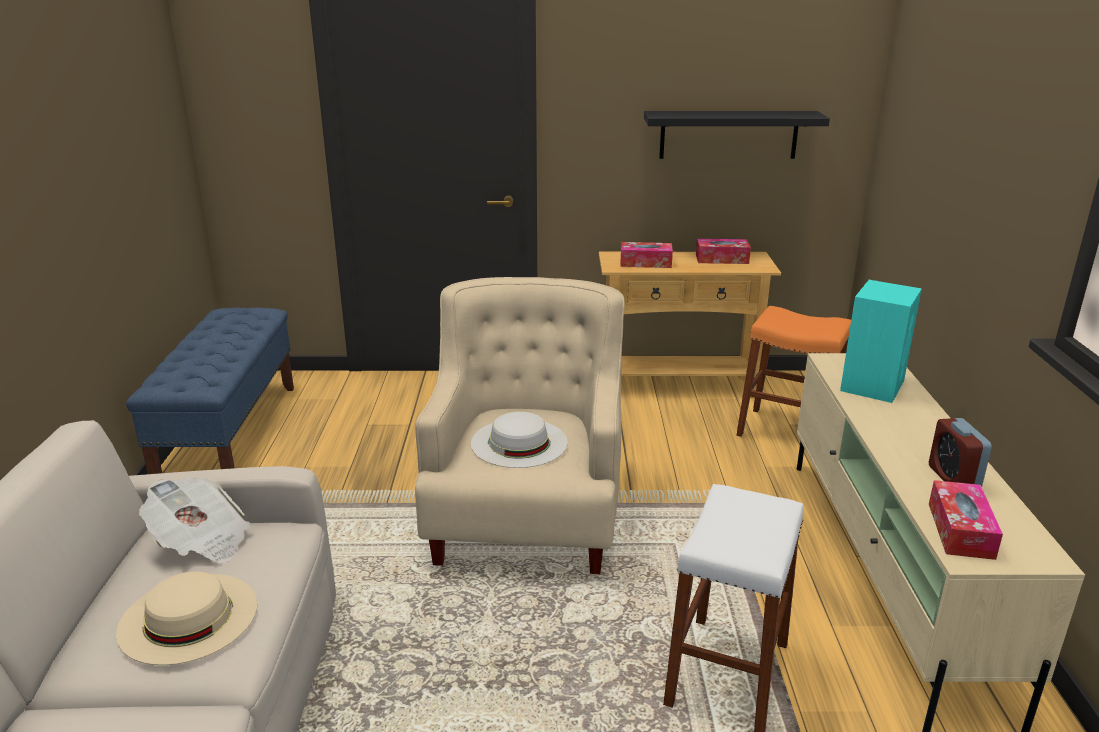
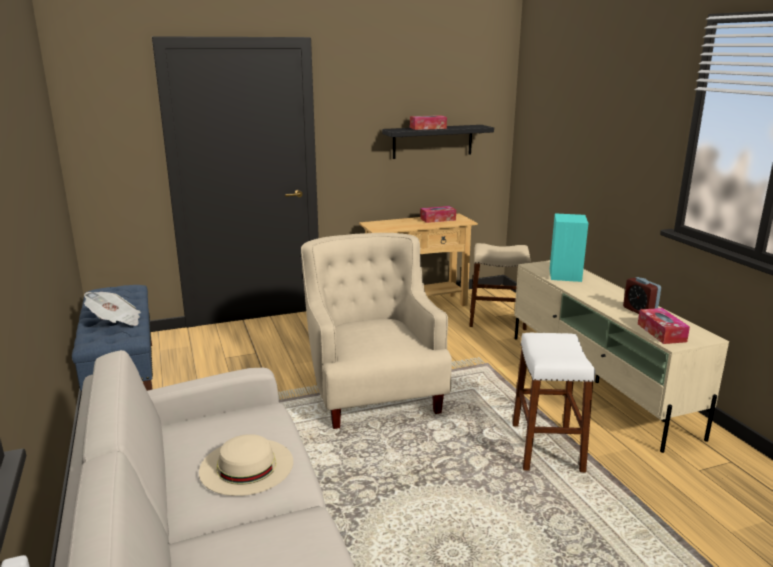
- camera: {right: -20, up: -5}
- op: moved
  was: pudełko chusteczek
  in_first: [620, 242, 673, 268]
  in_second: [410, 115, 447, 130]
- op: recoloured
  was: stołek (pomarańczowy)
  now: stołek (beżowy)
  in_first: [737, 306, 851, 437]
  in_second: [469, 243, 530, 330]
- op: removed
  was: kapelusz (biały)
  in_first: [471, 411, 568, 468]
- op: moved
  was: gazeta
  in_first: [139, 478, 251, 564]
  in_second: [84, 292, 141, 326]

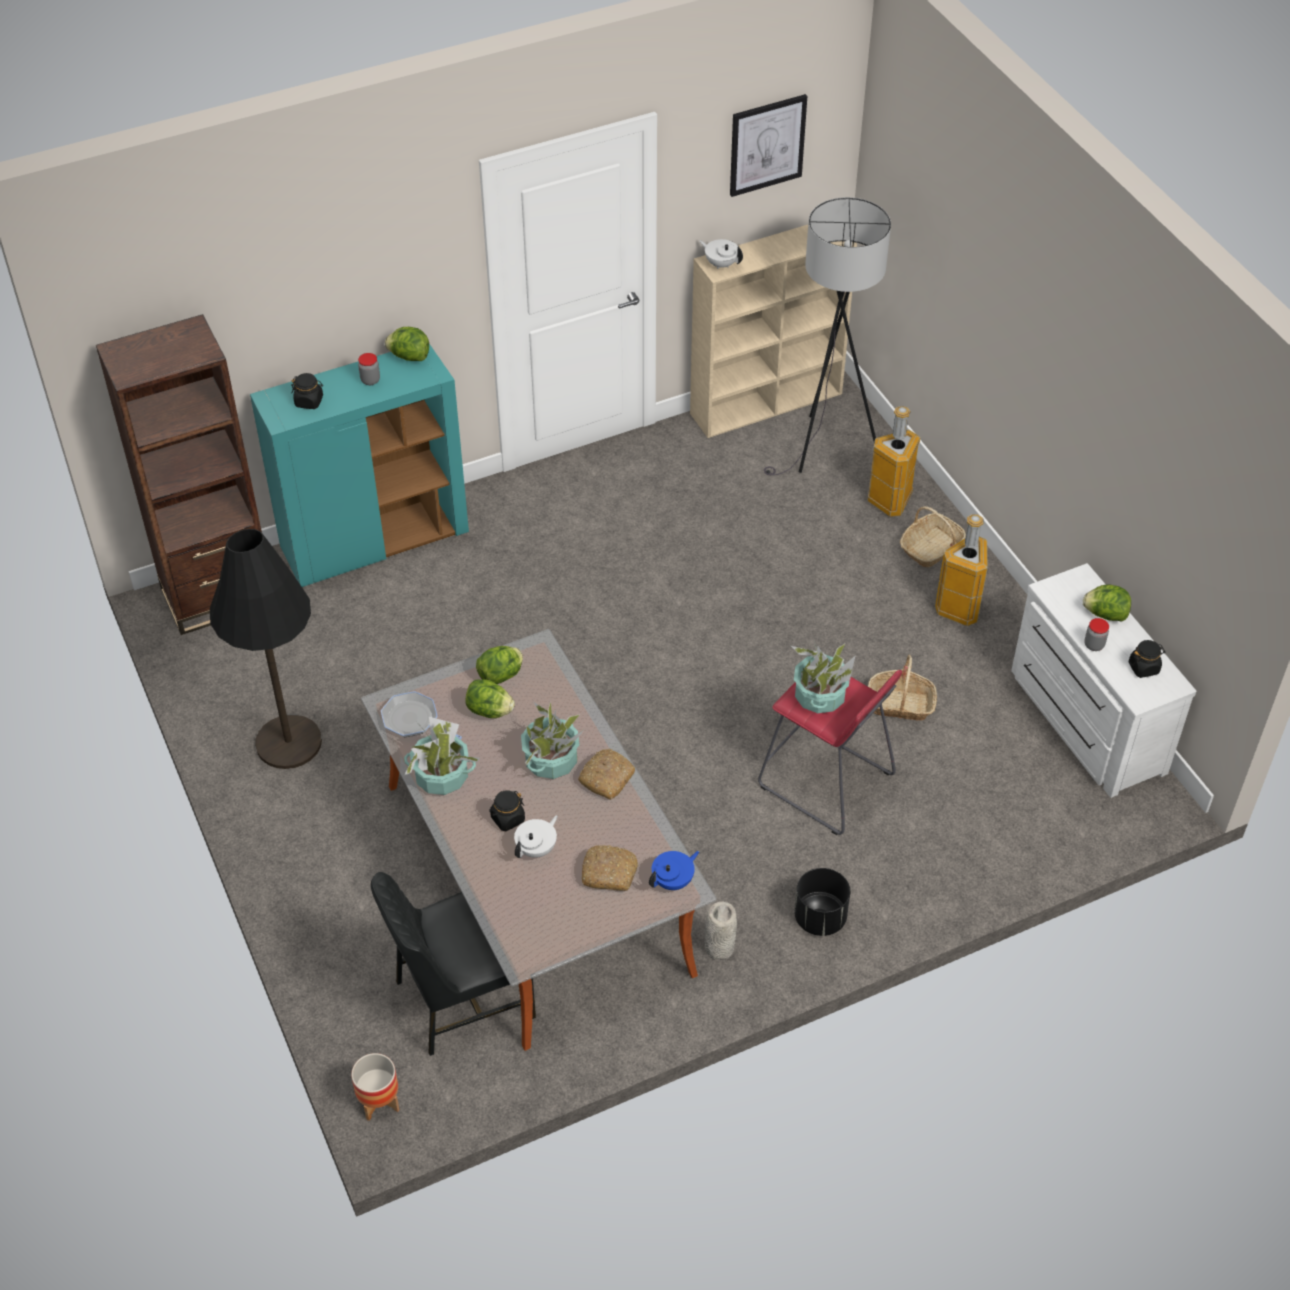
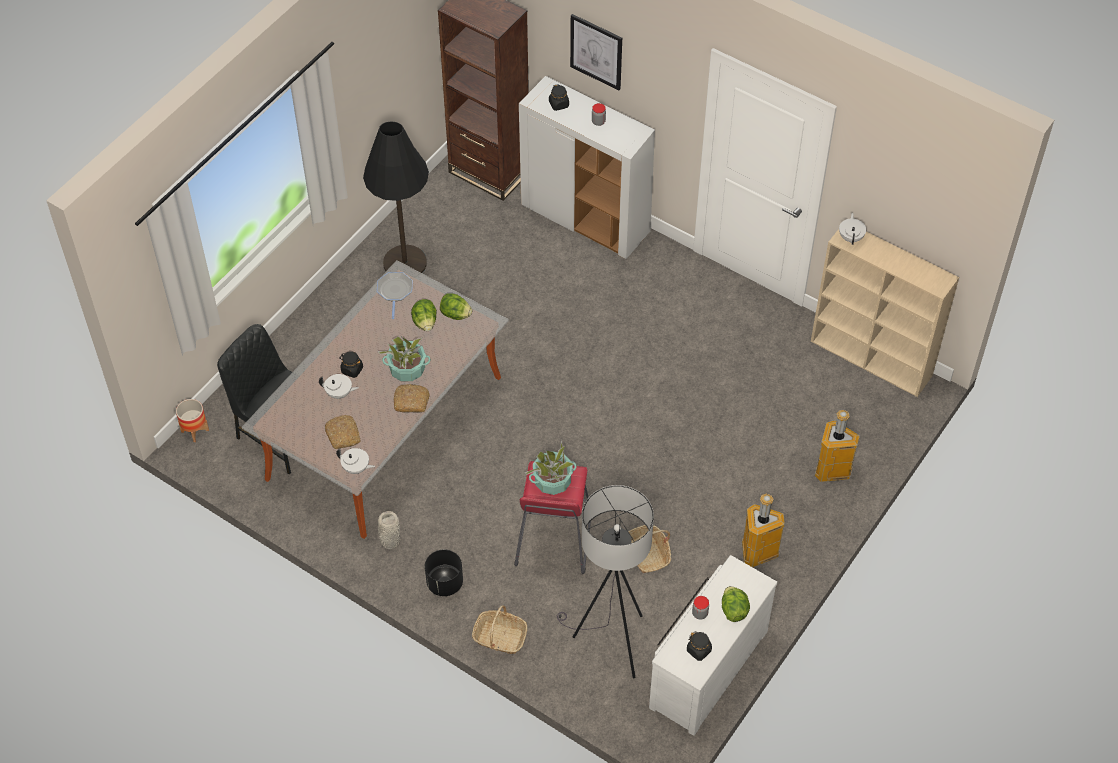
- camera: {right: 60, up: 5}
- op: moved
  was: obraz
  in_first: [730, 94, 807, 197]
  in_second: [570, 14, 622, 90]
- op: moved
  was: lampa stojąca (szary)
  in_first: [764, 197, 891, 475]
  in_second: [557, 485, 654, 678]
- op: removed
  was: sałata
  in_first: [385, 327, 429, 361]
- op: recoloured
  was: szafka (turkusowy)
  now: szafka (biały)
  in_first: [250, 344, 469, 587]
  in_second: [519, 76, 655, 259]
- op: moved
  was: koszyk
  in_first: [900, 506, 966, 567]
  in_second: [472, 605, 527, 654]
- op: removed
  was: roślina doniczkowa
  in_first: [404, 717, 479, 795]
- op: recoloured
  was: imbryk (niebieski)
  now: imbryk (biały)
  in_first: [649, 851, 699, 890]
  in_second: [336, 448, 375, 474]

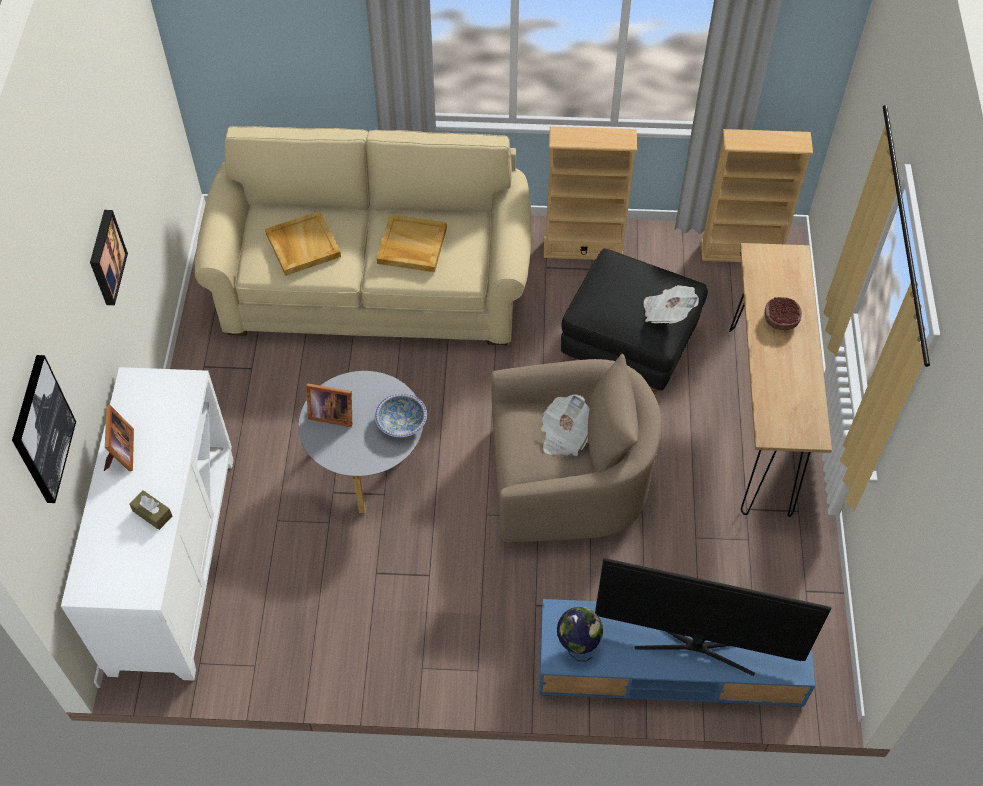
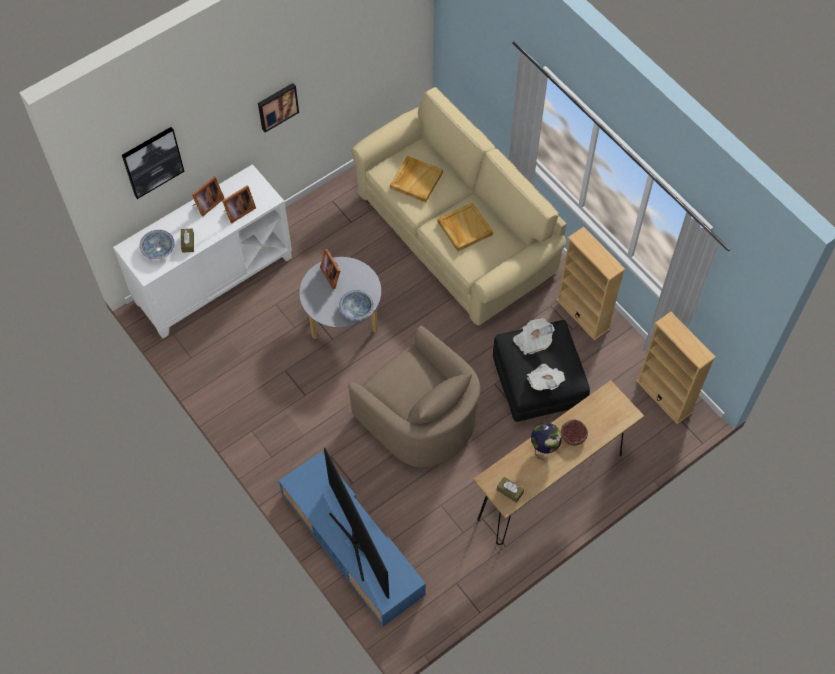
- camera: {right: 50, up: 5}
- op: moved
  was: gazeta
  in_first: [541, 394, 590, 456]
  in_second: [513, 318, 555, 355]
- op: moved
  was: globus
  in_first: [557, 607, 603, 662]
  in_second: [531, 423, 562, 460]
- op: added
  now: ramka na zdjęcie
  in_second: [222, 185, 256, 224]
- op: added
  now: miska
  in_second: [139, 230, 175, 260]
- op: added
  now: pudełko chusteczek (brązowy)
  in_second: [497, 477, 524, 503]

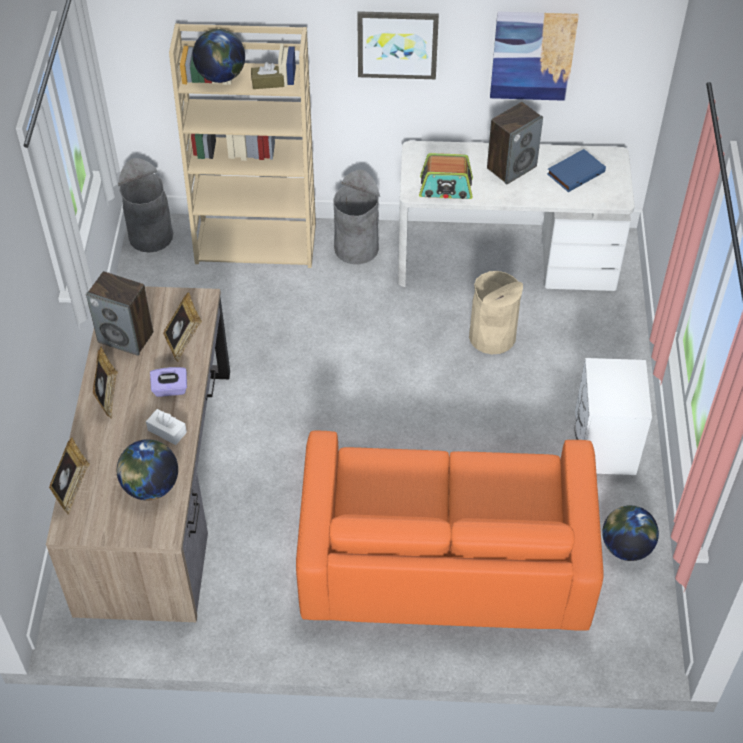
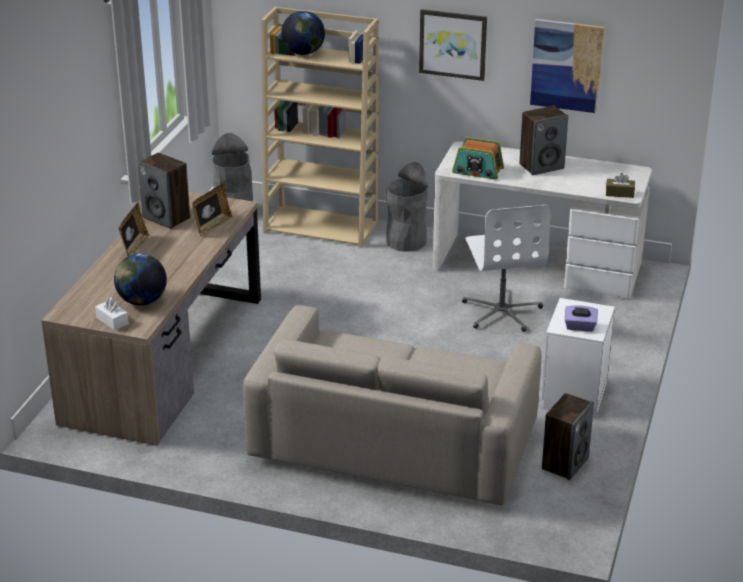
- camera: {right: 15, up: -20}
- op: moved
  was: pudełko chusteczek (brązowy)
  in_first: [251, 62, 284, 89]
  in_second: [606, 173, 635, 198]
- op: removed
  was: książka (niebieski)
  in_first: [547, 149, 606, 192]
- op: replaced
  was: kosz na śmieci (beżowy)
  now: krzesło biurowe (biały)
  in_first: [469, 271, 523, 354]
  in_second: [462, 205, 550, 332]
- op: moved
  was: pudełko chusteczek (fioletowy)
  in_first: [150, 367, 187, 397]
  in_second: [565, 305, 598, 332]
- op: moved
  was: pudełko chusteczek (biały)
  in_first: [146, 409, 187, 445]
  in_second: [95, 297, 129, 330]
- op: recoloured
  was: kanapa (pomarańczowy)
  now: kanapa (beżowy)
  in_first: [296, 431, 603, 631]
  in_second: [243, 305, 541, 506]
- op: removed
  was: ramka na zdjęcie
  in_first: [49, 438, 90, 515]
- op: replaced
  was: globus
  now: głośnik
  in_first: [602, 505, 659, 561]
  in_second: [542, 393, 594, 480]

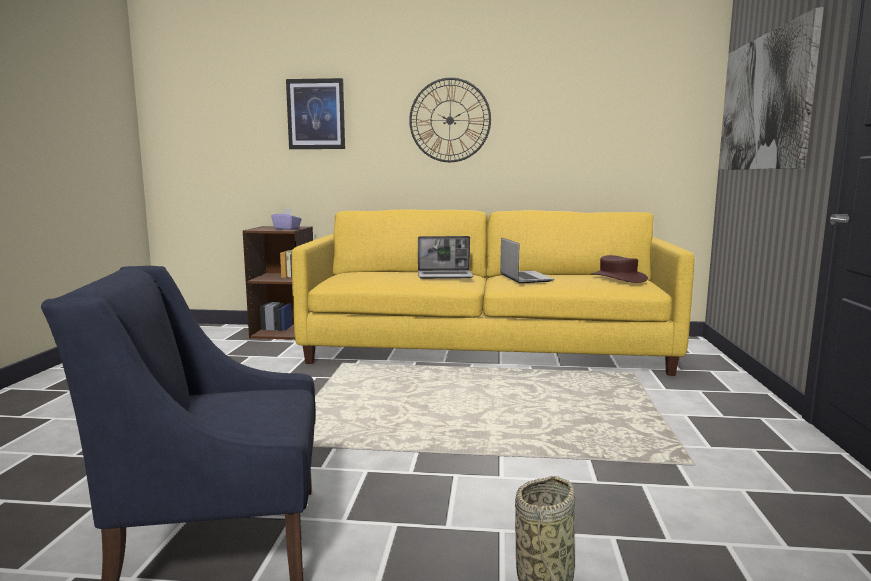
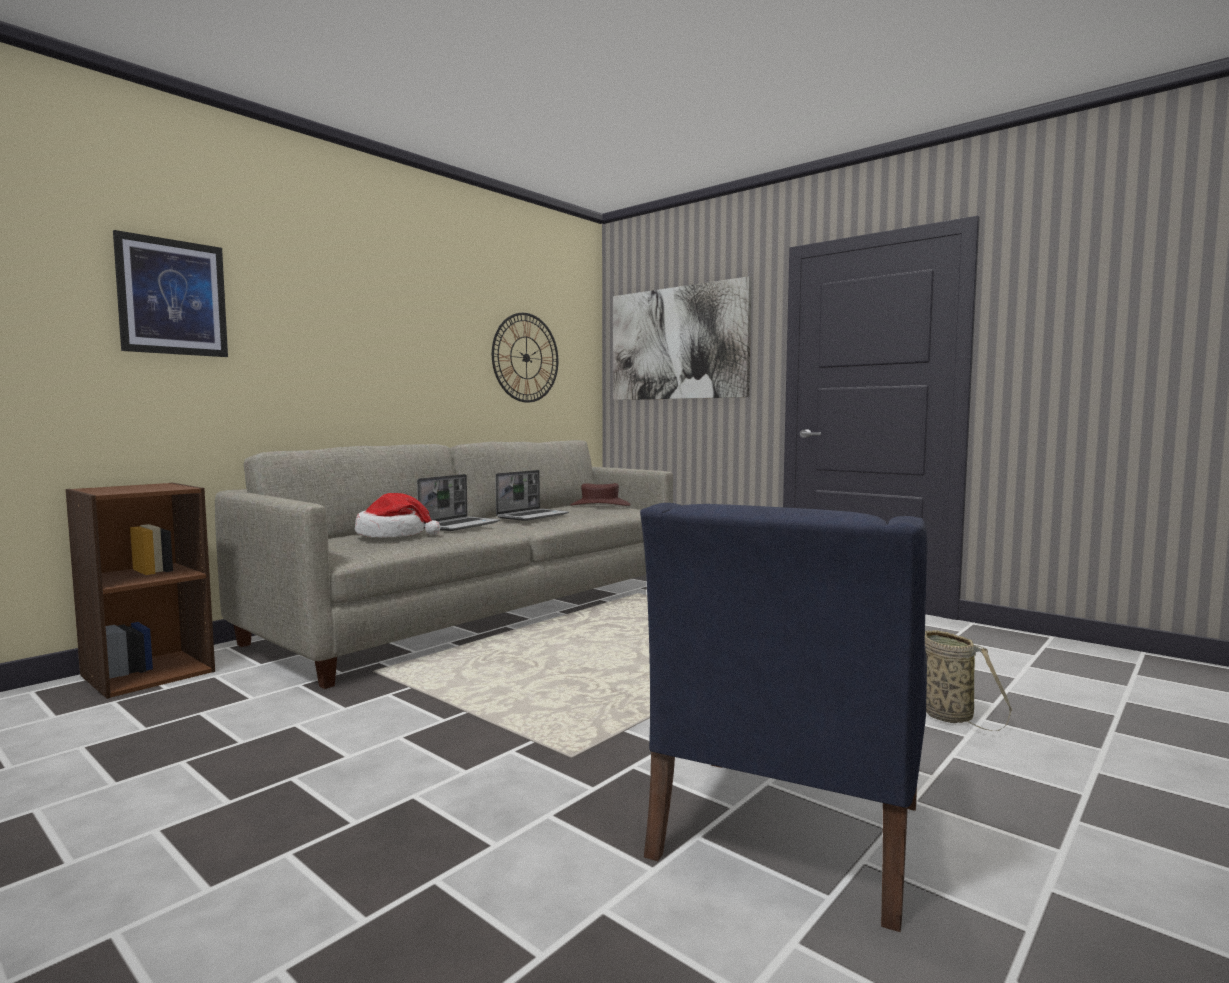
- camera: {right: -55, up: -5}
- op: moved
  was: zegar ścienny
  in_first: [409, 78, 491, 162]
  in_second: [492, 313, 558, 403]
- op: removed
  was: pudełko chusteczek (fioletowy)
  in_first: [271, 208, 302, 230]
- op: recoloured
  was: kanapa (żółty)
  now: kanapa (szary)
  in_first: [292, 209, 695, 376]
  in_second: [215, 440, 673, 689]
- op: turned
  was: laptop
  in_first: [500, 238, 554, 283]
  in_second: [495, 470, 569, 521]
  clockwise: 105
- op: added
  now: kapelusz
  in_second: [355, 493, 440, 538]

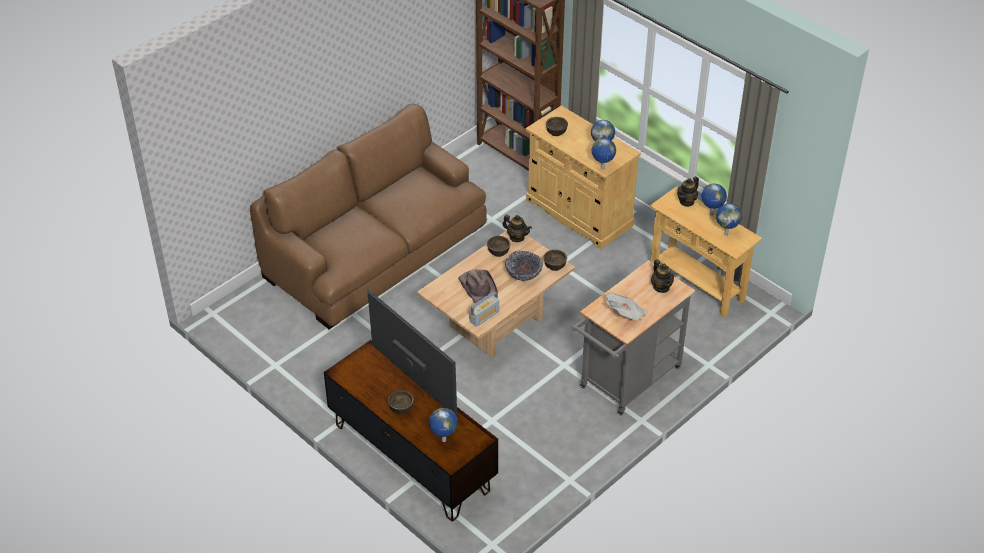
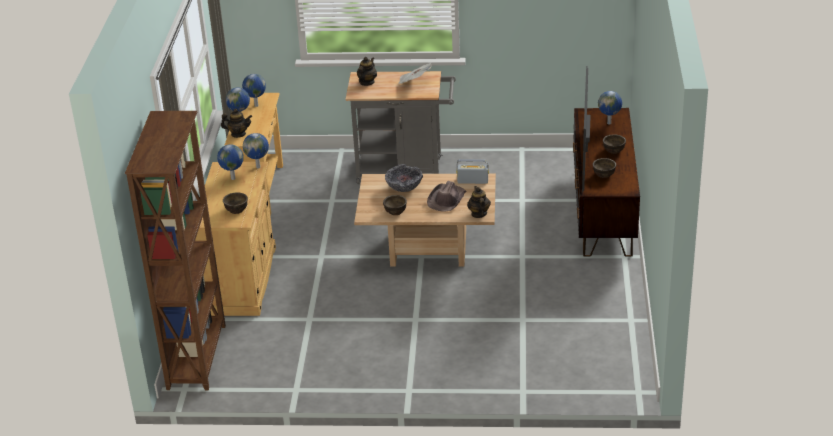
- camera: {right: -130, up: -10}
- op: removed
  was: kanapa (brązowy)
  in_first: [250, 103, 487, 329]
- op: moved
  was: imbryk
  in_first: [502, 215, 532, 242]
  in_second: [467, 186, 491, 218]
- op: moved
  was: miska (brązowy)
  in_first: [544, 250, 567, 271]
  in_second: [593, 158, 616, 178]

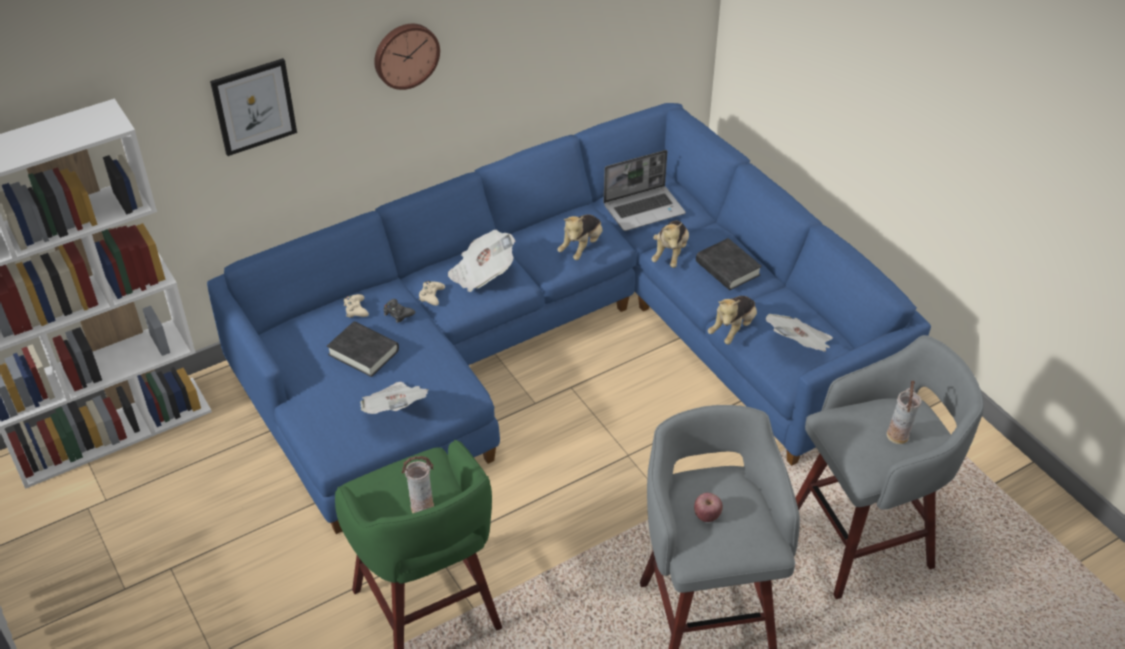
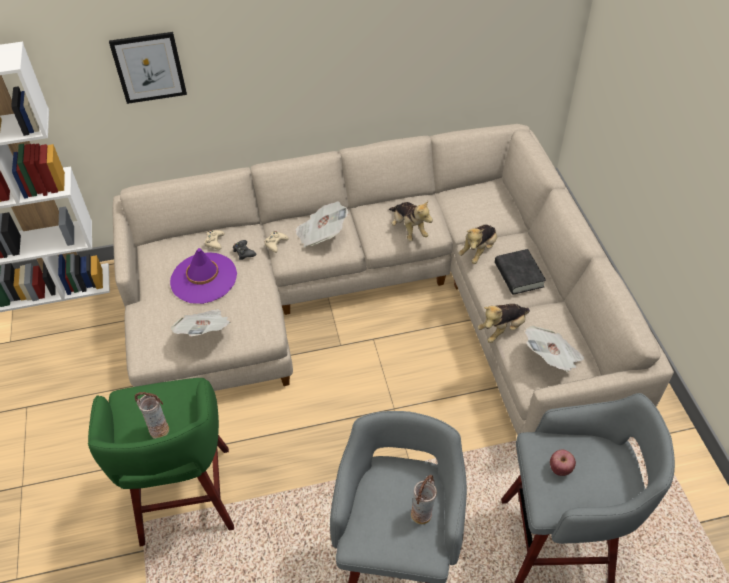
- camera: {right: 20, up: 5}
- op: removed
  was: zegar ścienny
  in_first: [374, 24, 440, 90]
- op: recoloured
  was: kanapa (niebieski)
  now: kanapa (beżowy)
  in_first: [207, 103, 931, 534]
  in_second: [113, 124, 674, 435]
- op: removed
  was: laptop
  in_first: [604, 150, 686, 231]
- op: turned
  was: pluszak
  in_first: [557, 214, 603, 260]
  in_second: [389, 201, 433, 241]
  clockwise: -75
- op: replaced
  was: książka (czarny)
  now: kapelusz (fioletowy)
  in_first: [327, 321, 399, 377]
  in_second: [170, 248, 237, 304]
- op: moved
  was: wazon
  in_first: [887, 381, 922, 444]
  in_second: [411, 475, 437, 525]
- op: moved
  was: jabłko
  in_first: [694, 493, 723, 522]
  in_second: [550, 450, 576, 476]

